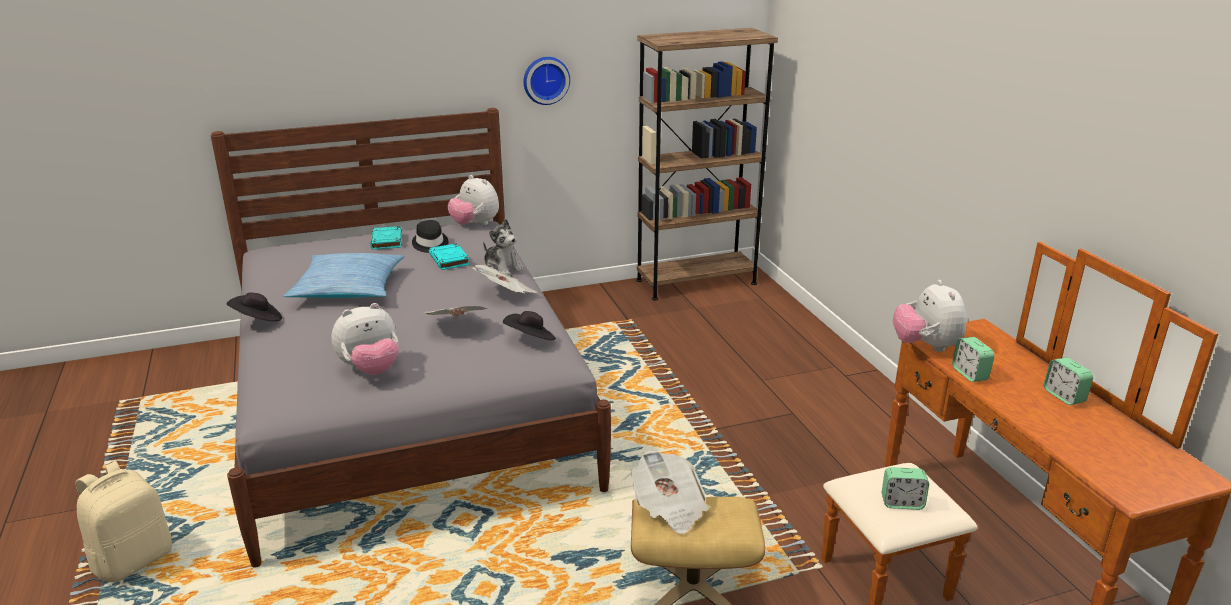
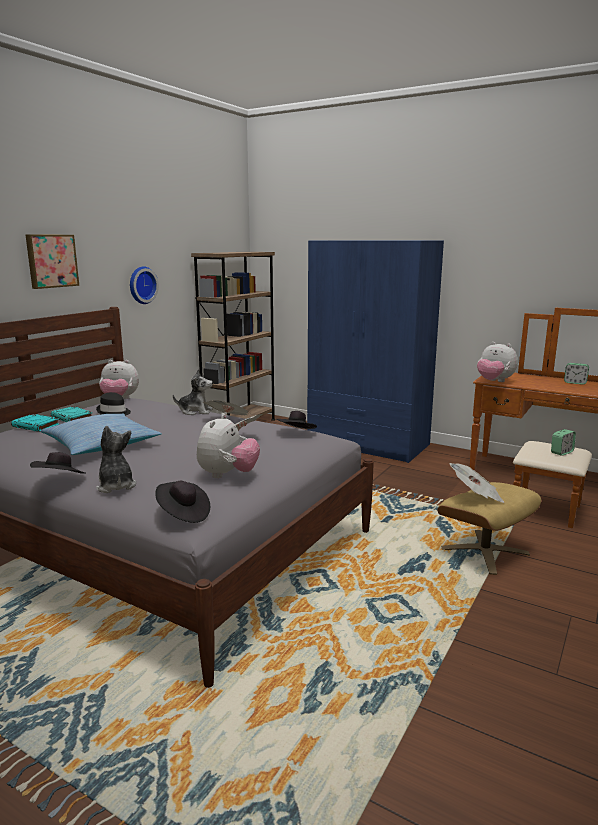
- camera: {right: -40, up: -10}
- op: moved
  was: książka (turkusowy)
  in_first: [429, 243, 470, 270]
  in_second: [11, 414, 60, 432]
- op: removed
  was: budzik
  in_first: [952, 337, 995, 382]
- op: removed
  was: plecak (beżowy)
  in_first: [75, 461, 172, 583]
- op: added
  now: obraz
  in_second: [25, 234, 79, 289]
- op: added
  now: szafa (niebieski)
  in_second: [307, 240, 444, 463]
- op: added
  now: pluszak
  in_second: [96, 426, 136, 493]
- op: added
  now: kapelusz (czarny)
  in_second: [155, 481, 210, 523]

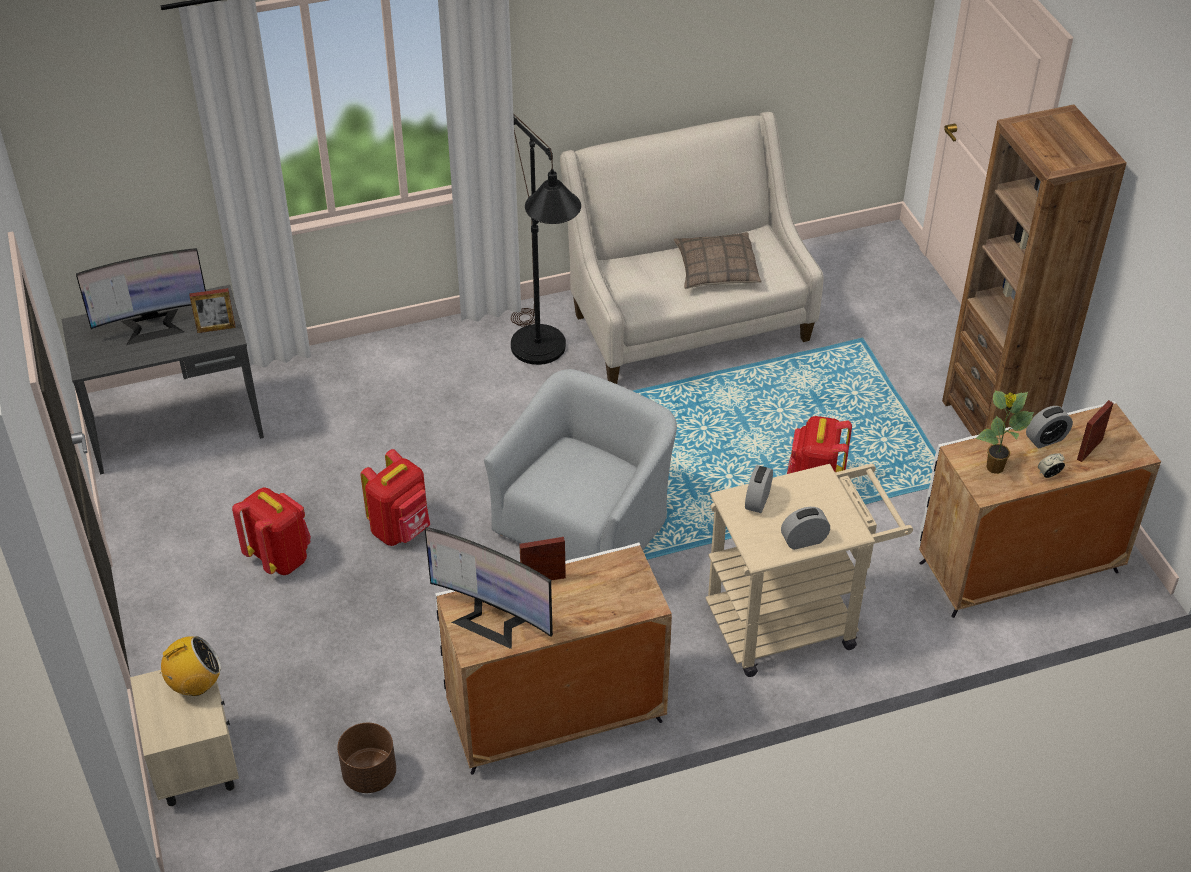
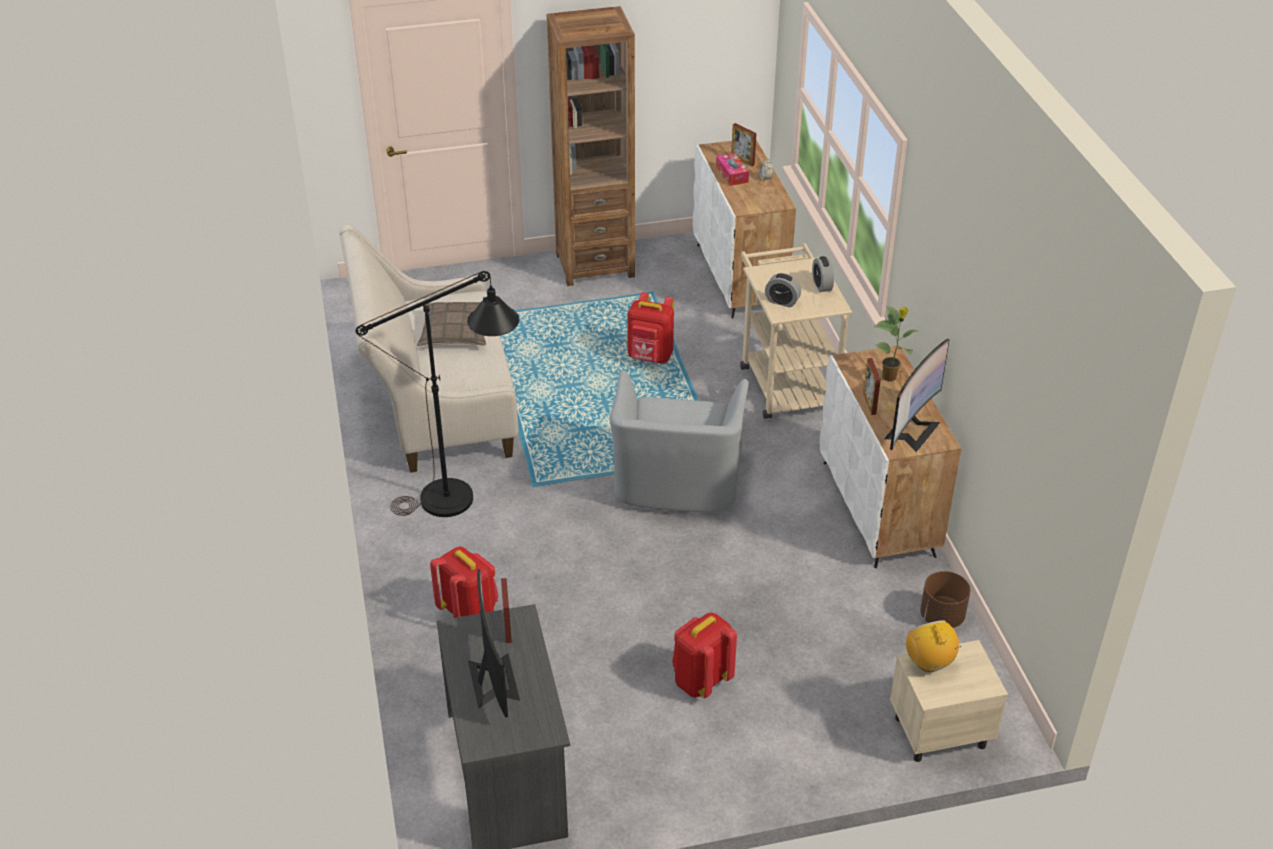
- camera: {right: -85, up: -5}
- op: turned
  was: fotel (szary)
  in_first: [484, 369, 677, 561]
  in_second: [610, 370, 749, 512]
  clockwise: -120
- op: moved
  was: roślina doniczkowa
  in_first: [976, 390, 1034, 474]
  in_second: [874, 306, 917, 381]
- op: replaced
  was: budzik
  now: pudełko chusteczek
  in_first: [1026, 406, 1073, 448]
  in_second: [716, 153, 749, 186]
- op: moved
  was: plecak (czerwony)
  in_first: [360, 449, 430, 546]
  in_second: [430, 547, 499, 618]

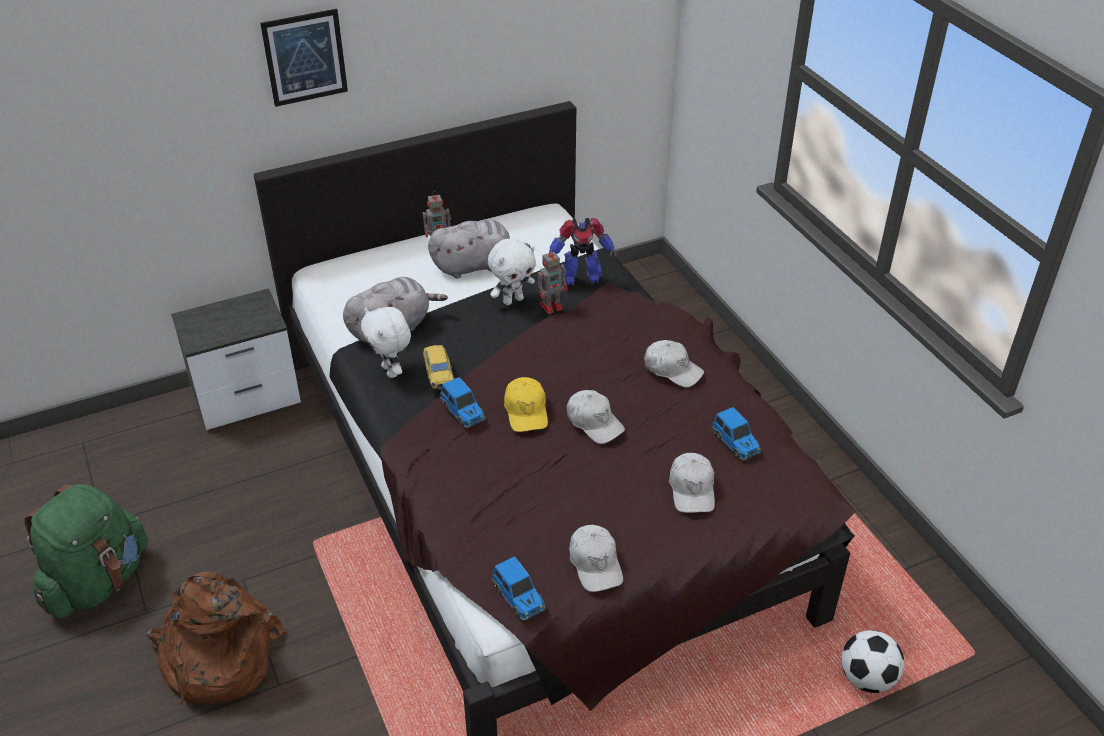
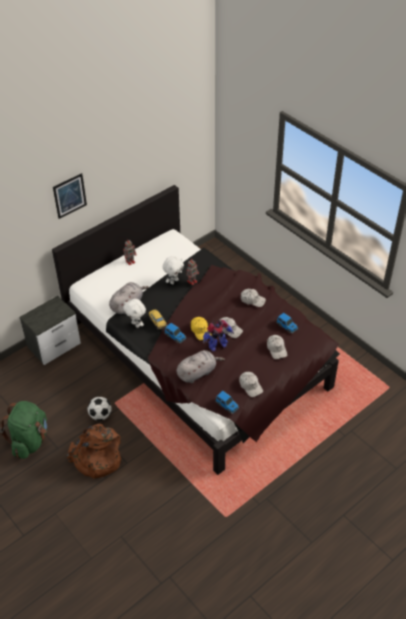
- camera: {right: -15, up: 5}
- op: moved
  was: robot zabawkowy
  in_first: [550, 218, 617, 286]
  in_second: [203, 319, 234, 351]
- op: moved
  was: pluszak (szary)
  in_first: [428, 219, 531, 279]
  in_second: [176, 350, 225, 383]
- op: moved
  was: piłka futbolowa
  in_first: [841, 630, 904, 693]
  in_second: [88, 397, 112, 421]

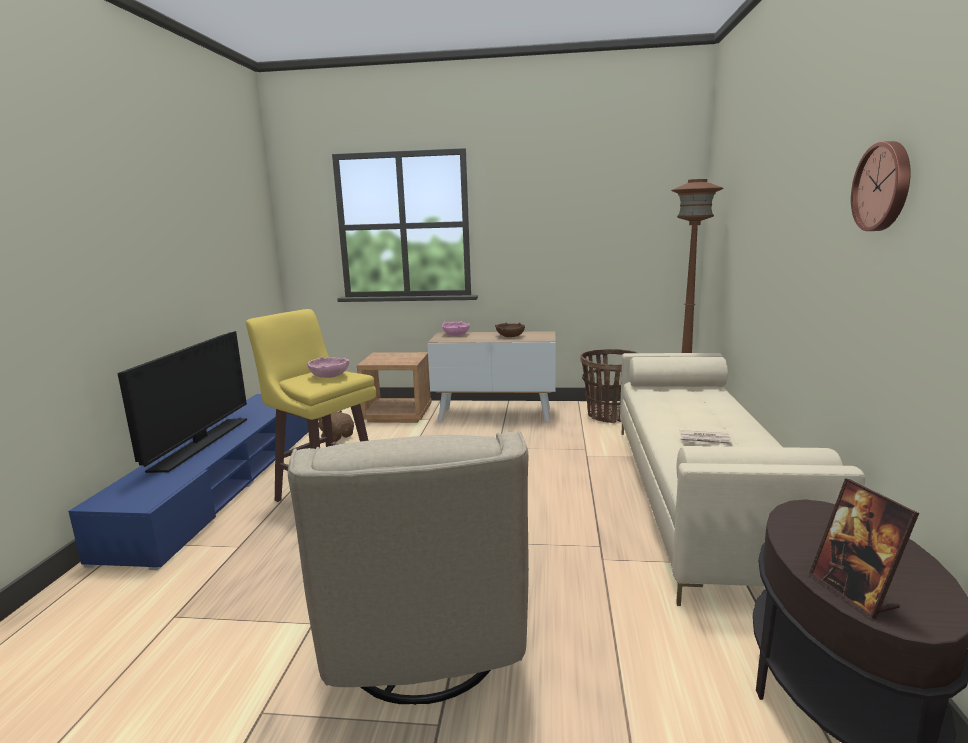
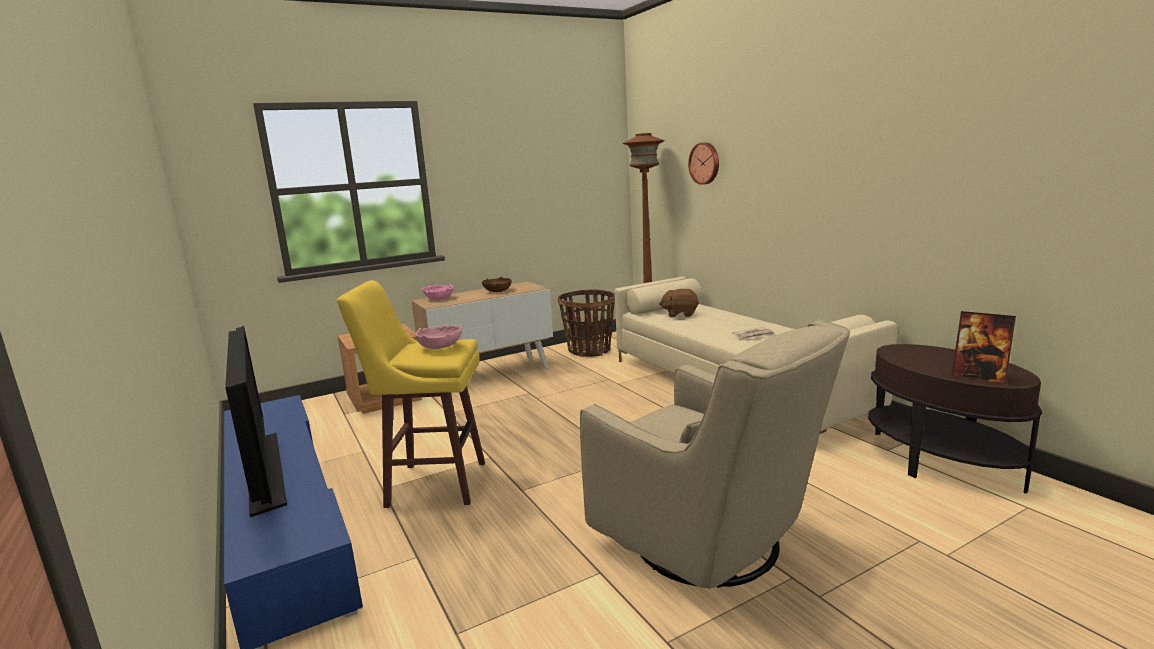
- camera: {right: -35, up: 0}
- op: moved
  was: zegar ścienny
  in_first: [851, 141, 911, 231]
  in_second: [688, 142, 719, 185]
- op: moved
  was: pluszak (brązowy)
  in_first: [318, 411, 354, 442]
  in_second: [659, 289, 699, 317]

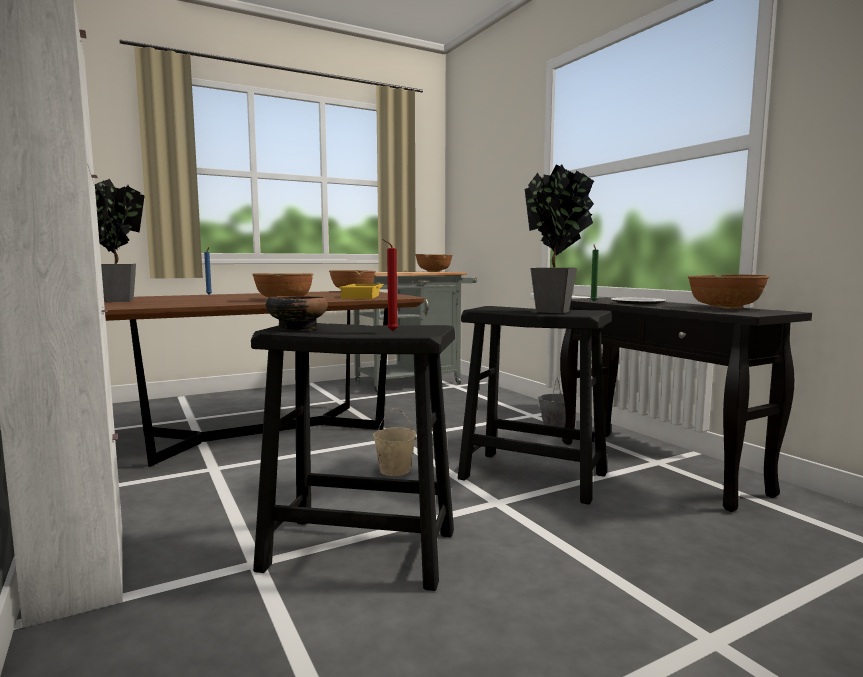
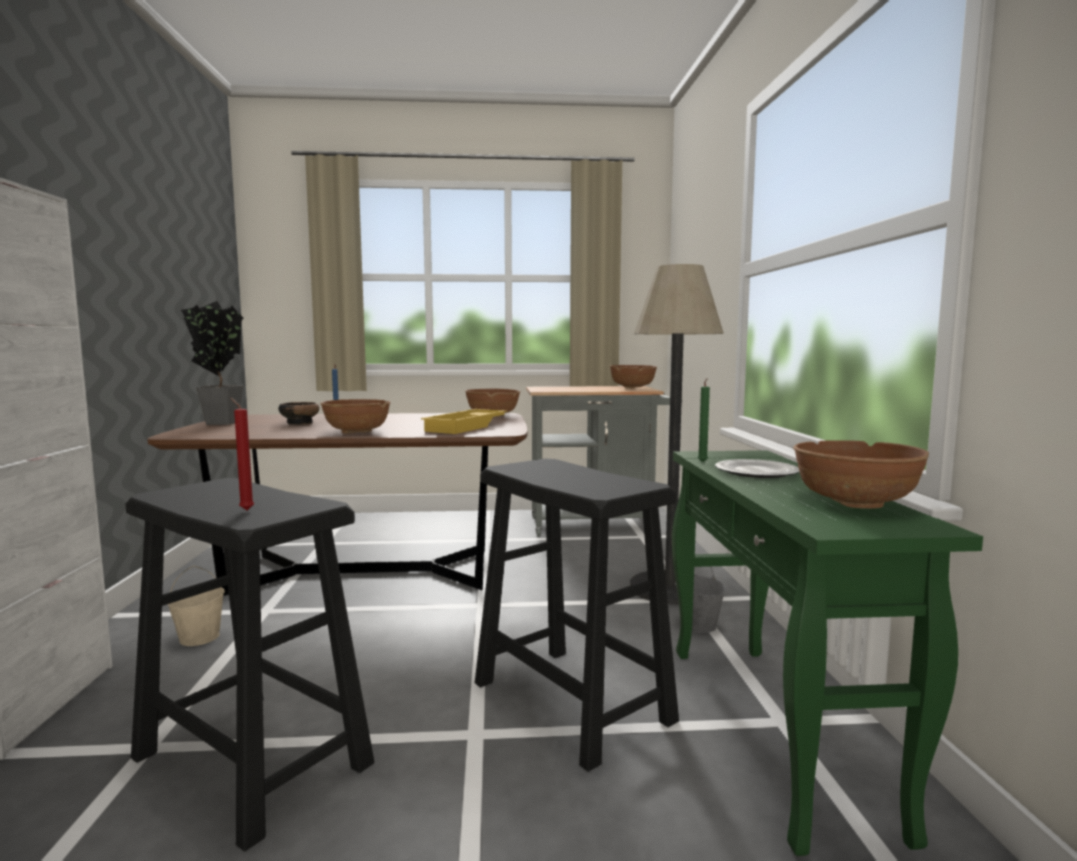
- camera: {right: 25, up: 0}
- op: removed
  was: roślina doniczkowa
  in_first: [525, 164, 594, 313]
- op: moved
  was: miska
  in_first: [266, 296, 328, 330]
  in_second: [278, 402, 320, 425]
- op: recoloured
  was: stolik konsolowy (czarny)
  now: stolik konsolowy (zielony)
  in_first: [560, 297, 812, 512]
  in_second: [672, 450, 983, 856]
- op: moved
  was: wiadro (beżowy)
  in_first: [373, 408, 416, 476]
  in_second: [168, 566, 225, 646]
- op: added
  now: lampa stojąca
  in_second: [630, 264, 724, 605]

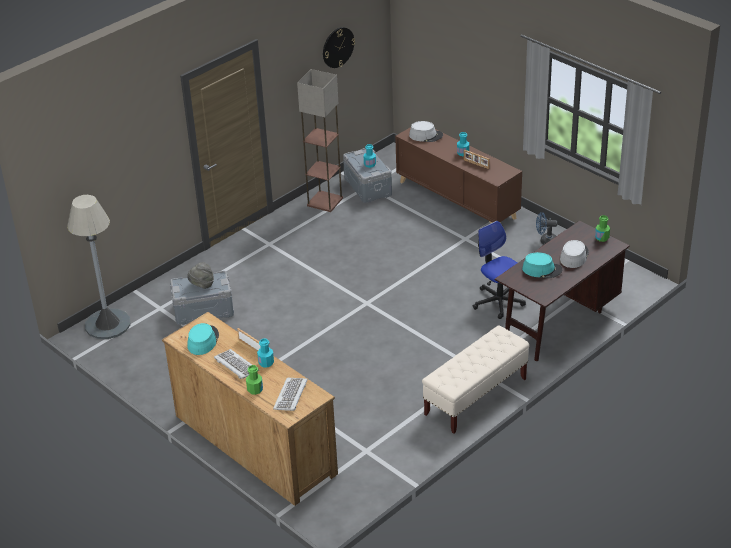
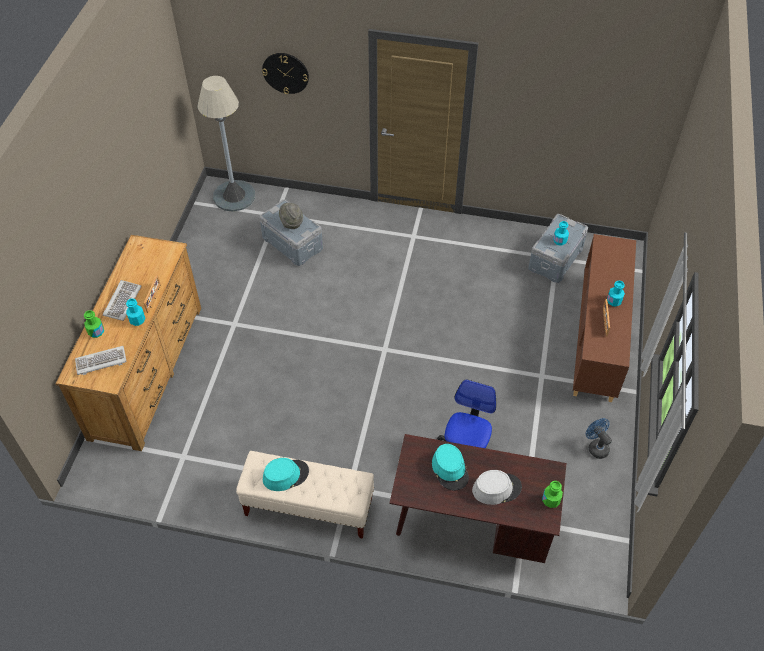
- camera: {right: 55, up: 15}
- op: moved
  was: zegar ścienny
  in_first: [323, 27, 355, 68]
  in_second: [262, 53, 309, 94]
- op: removed
  was: lampa stojąca
  in_first: [297, 69, 343, 212]
- op: removed
  was: kapelusz (szary)
  in_first: [409, 121, 443, 142]
- op: moved
  was: kapelusz (turkusowy)
  in_first: [187, 323, 219, 355]
  in_second: [263, 458, 309, 491]

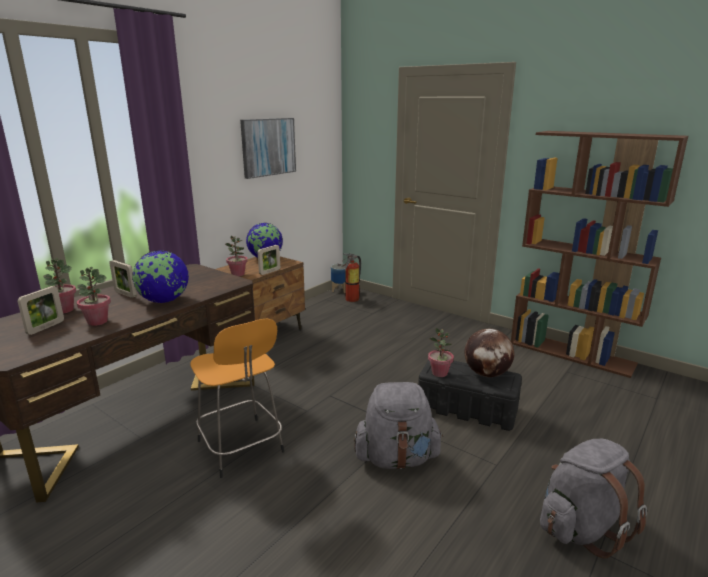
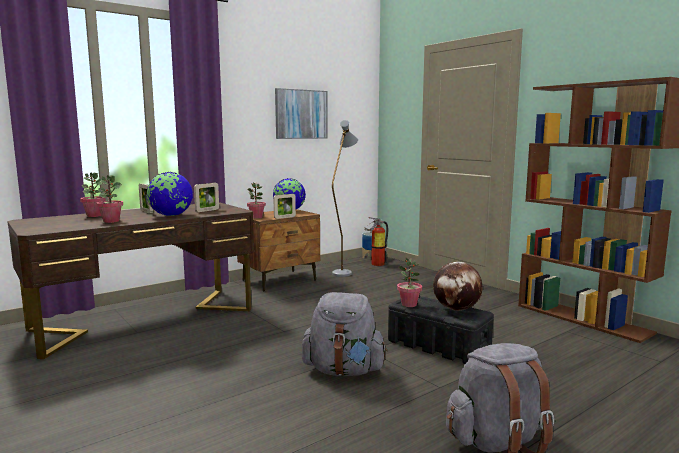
- camera: {right: 15, up: -10}
- op: moved
  was: ramka na zdjęcie
  in_first: [17, 286, 64, 335]
  in_second: [194, 183, 219, 212]
- op: removed
  was: stołek (pomarańczowy)
  in_first: [190, 319, 284, 478]
- op: added
  now: lampa stojąca (szary)
  in_second: [332, 120, 358, 277]

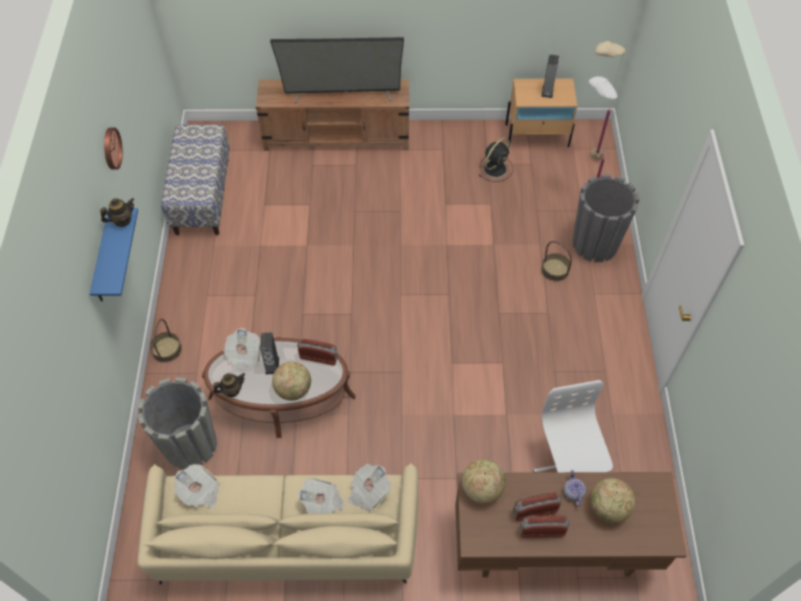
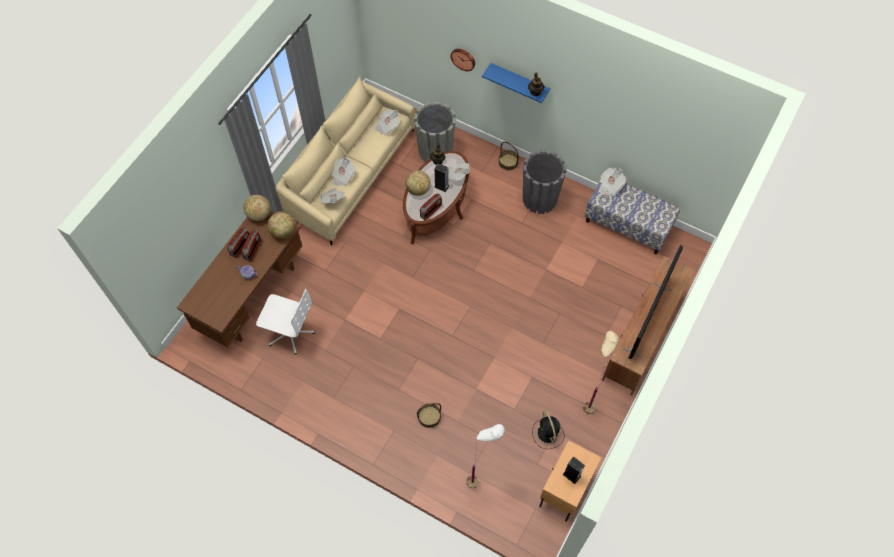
- camera: {right: 120, up: 5}
- op: moved
  was: lampa stojąca (beżowy)
  in_first: [591, 41, 626, 159]
  in_second: [583, 331, 618, 414]
- op: moved
  was: zegar ścienny
  in_first: [104, 128, 123, 170]
  in_second: [450, 49, 475, 71]
- op: moved
  was: donica (szary)
  in_first: [572, 174, 640, 262]
  in_second: [523, 150, 567, 214]
- op: moved
  was: globus
  in_first: [590, 478, 635, 523]
  in_second: [243, 195, 271, 221]
- op: added
  now: gazeta
  in_second: [599, 168, 626, 196]

